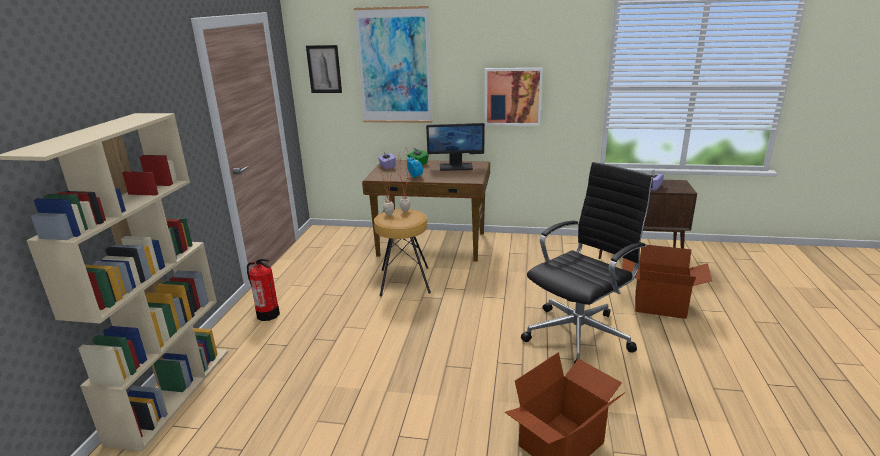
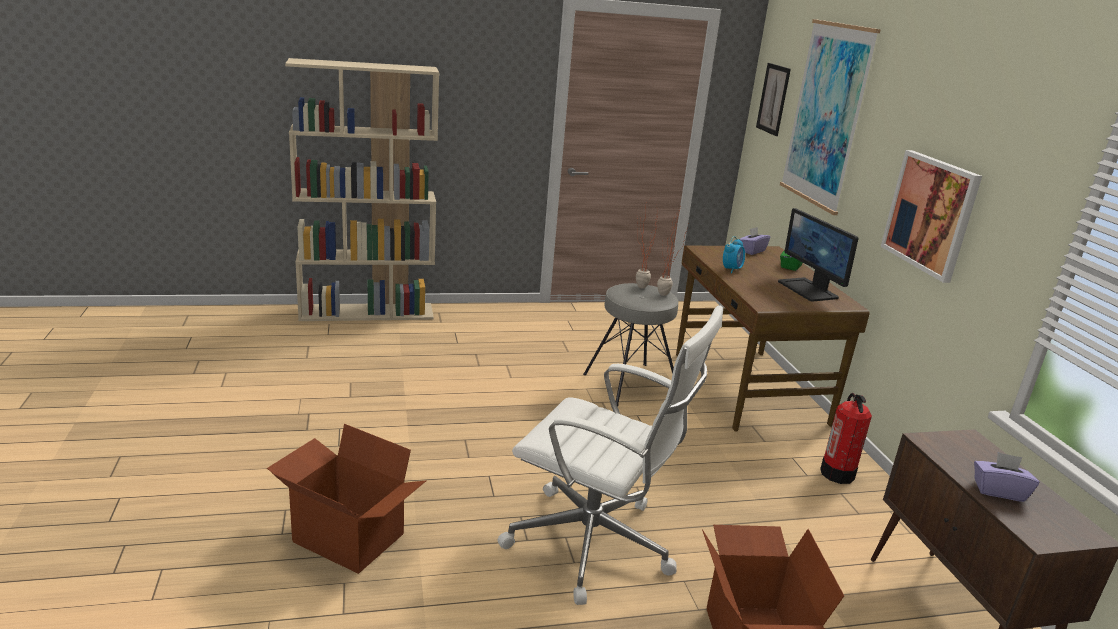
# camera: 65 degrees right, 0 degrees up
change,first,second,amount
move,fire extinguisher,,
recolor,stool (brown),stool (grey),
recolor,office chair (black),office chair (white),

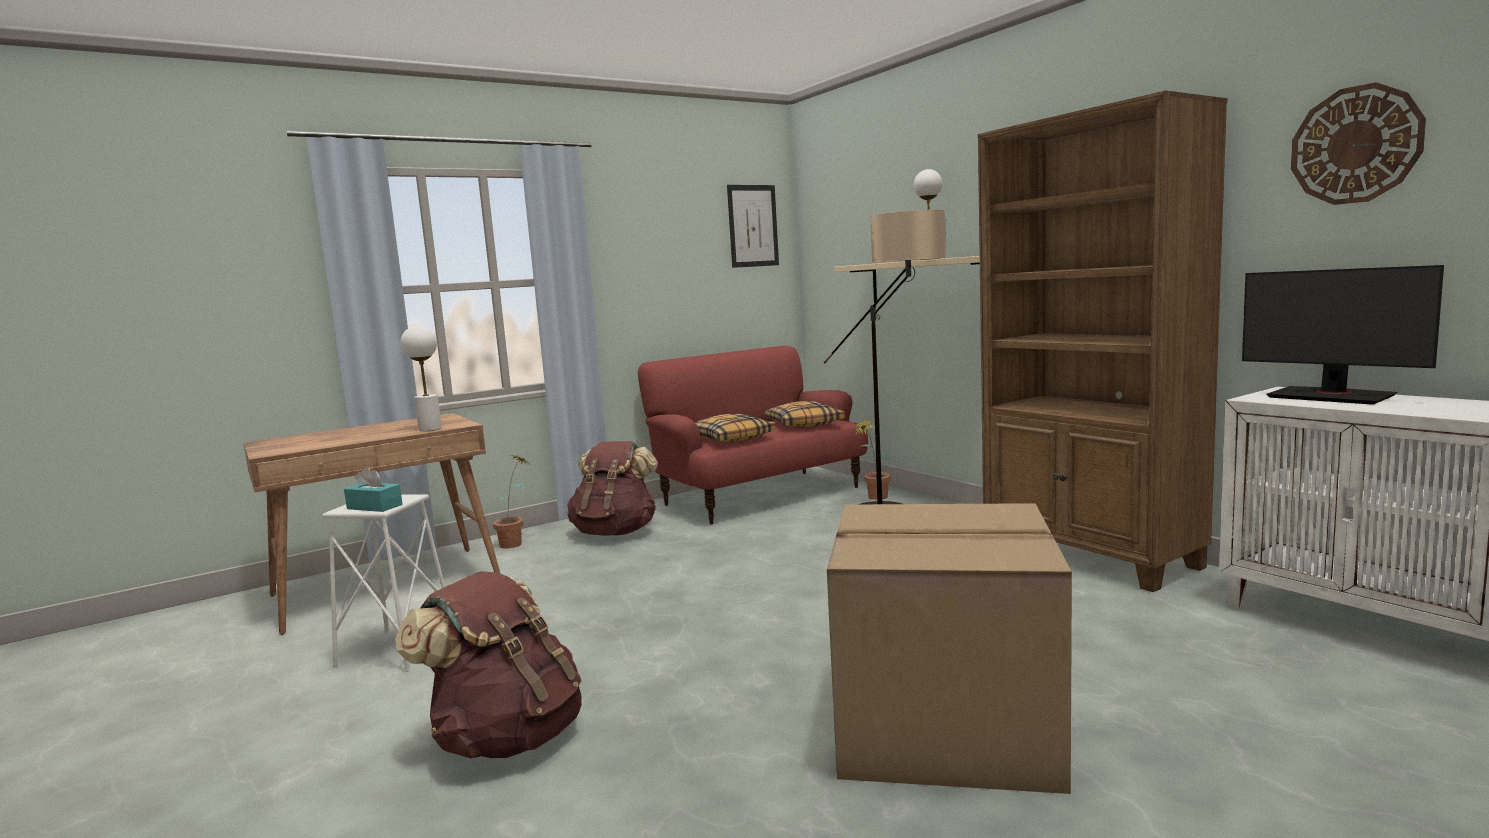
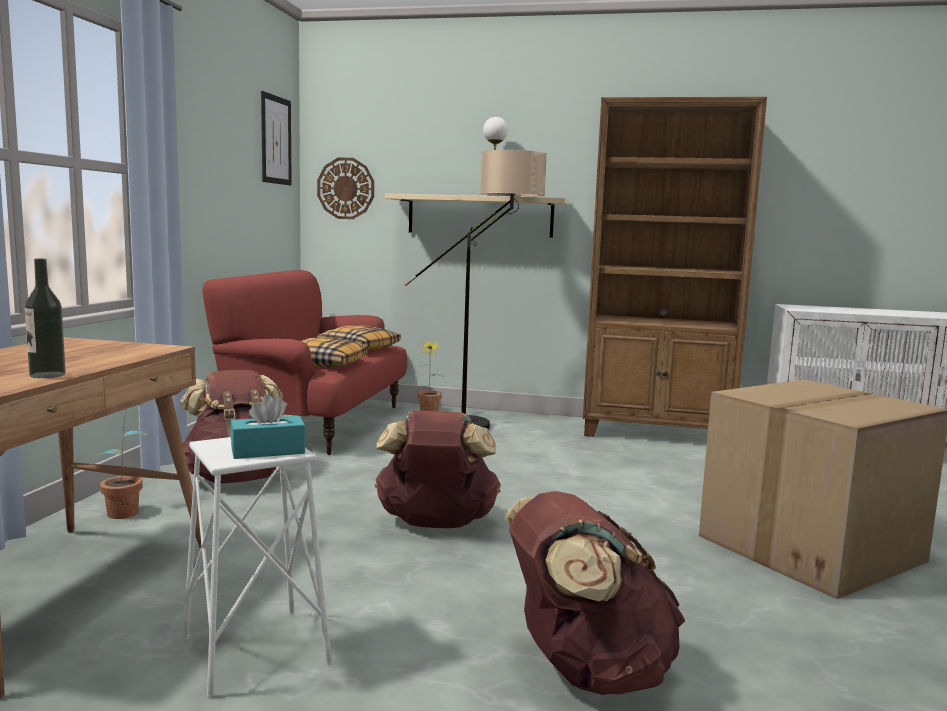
# camera: 45 degrees left, 0 degrees up
change,first,second,amount
delete,table lamp (white) (1st from left),,
delete,monitor,,
insert,,bottle,
insert,,backpack (brown) (2nd from left),
move,wall clock,,

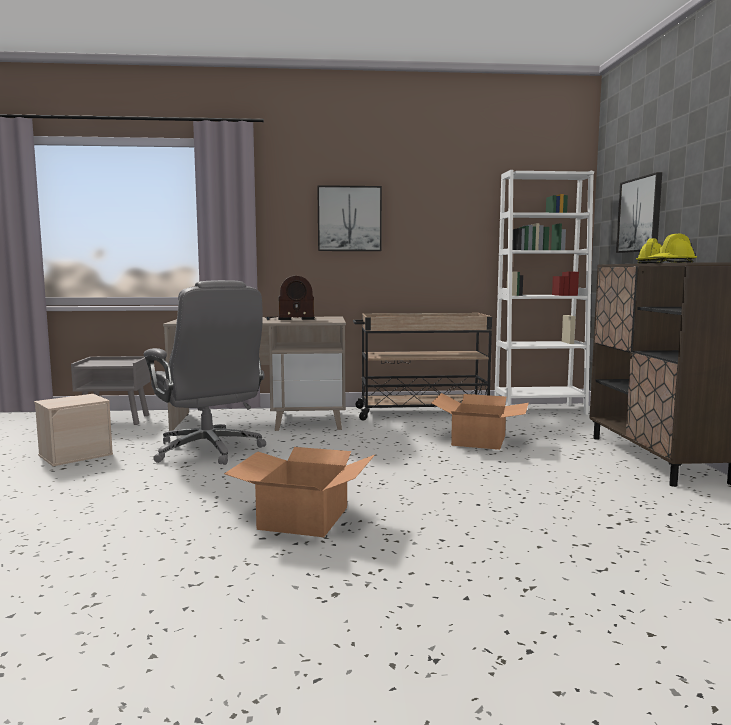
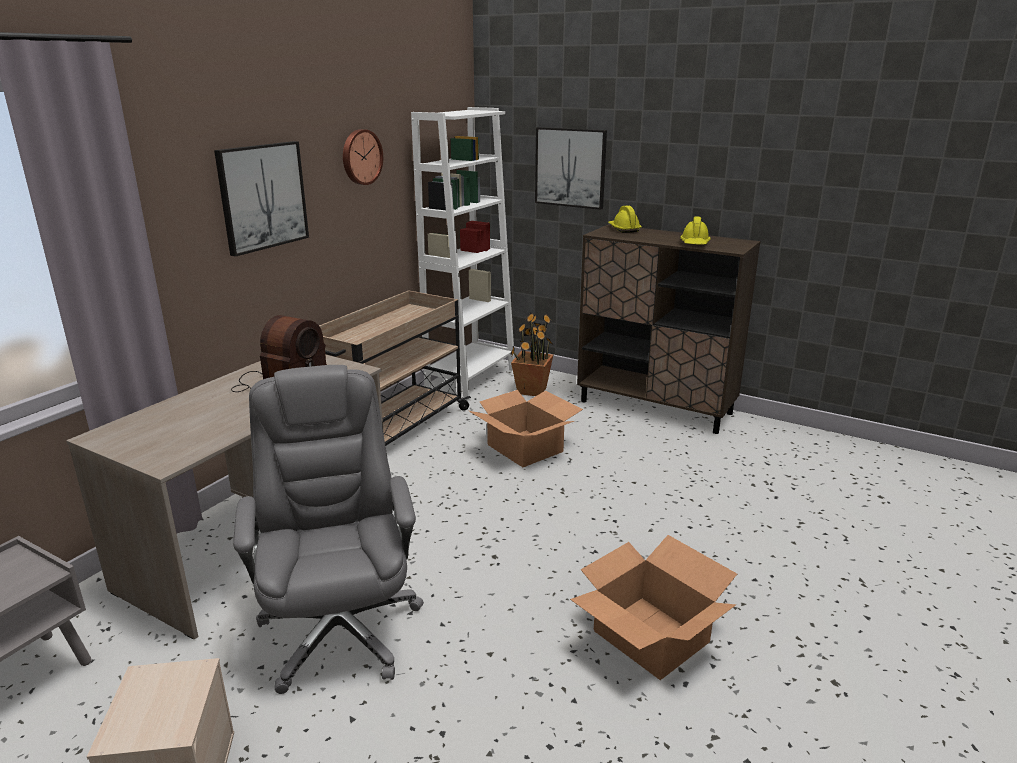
# camera: 55 degrees left, 15 degrees up
change,first,second,amount
insert,,wall clock,
insert,,potted plant,
rotate,office chair (grey),,105 degrees counterclockwise

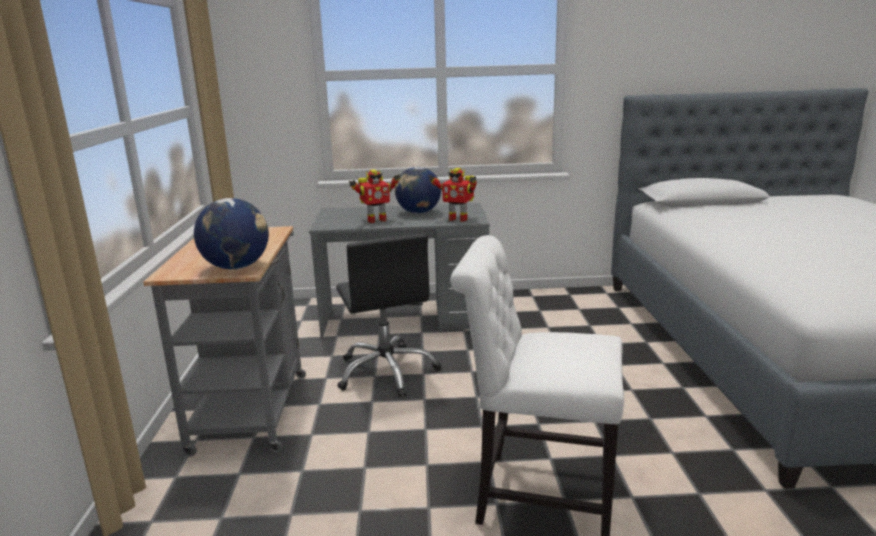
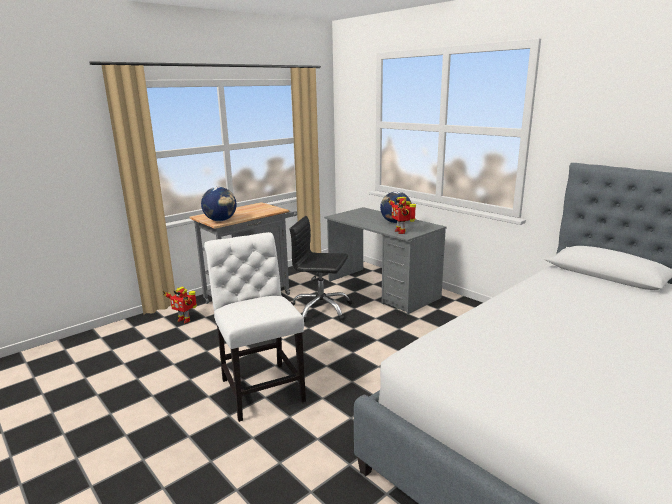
# camera: 50 degrees right, 0 degrees up
change,first,second,amount
move,toy robot (1st from left),,
rotate,office chair (black),,75 degrees clockwise

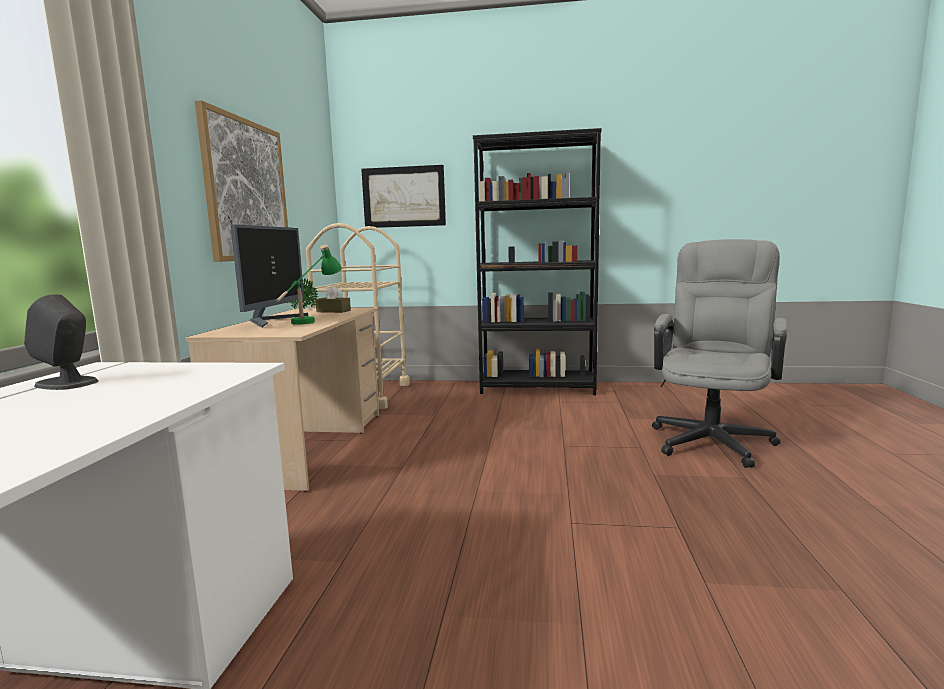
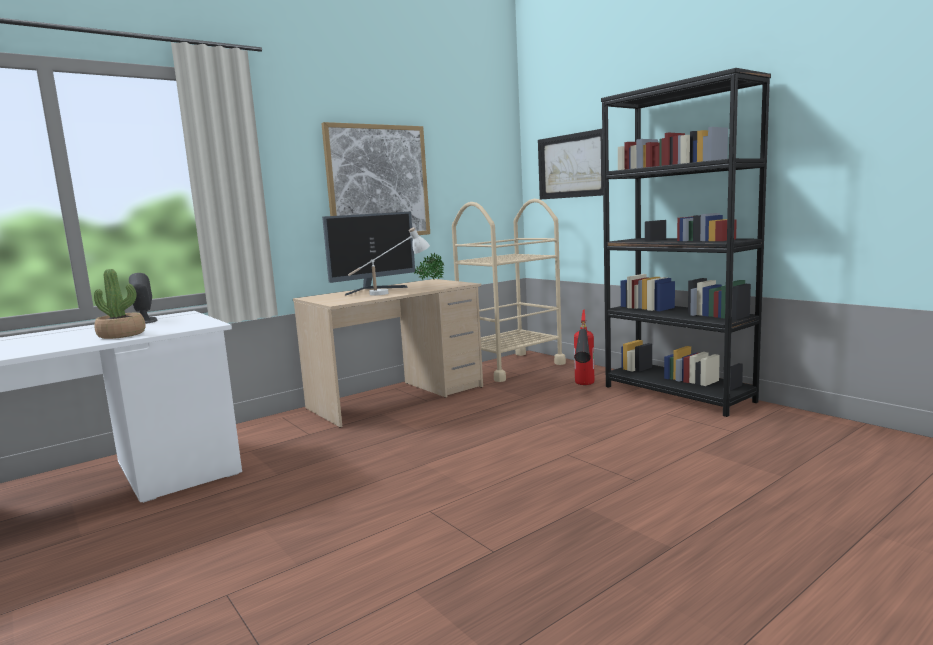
# camera: 45 degrees right, 0 degrees up
change,first,second,amount
delete,tissue box (brown),,
delete,office chair (grey),,
insert,,potted plant (1st from left),
insert,,fire extinguisher,
recolor,table lamp (green),table lamp (white),

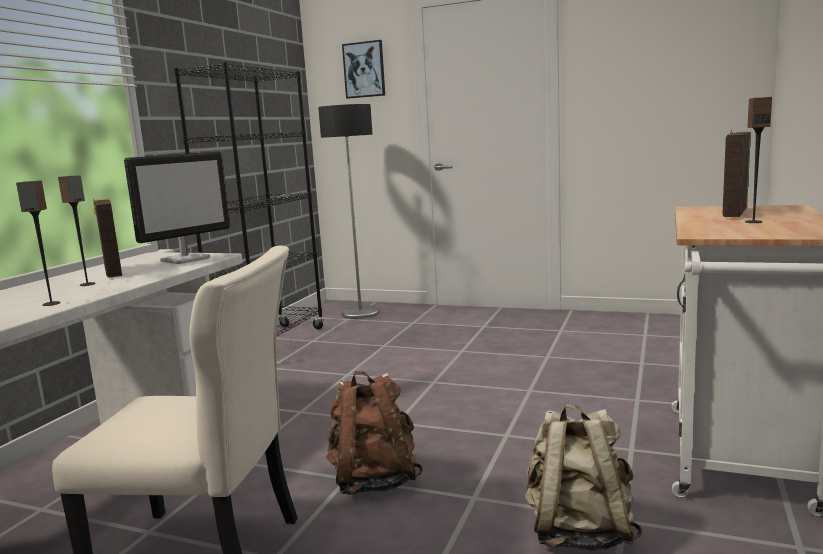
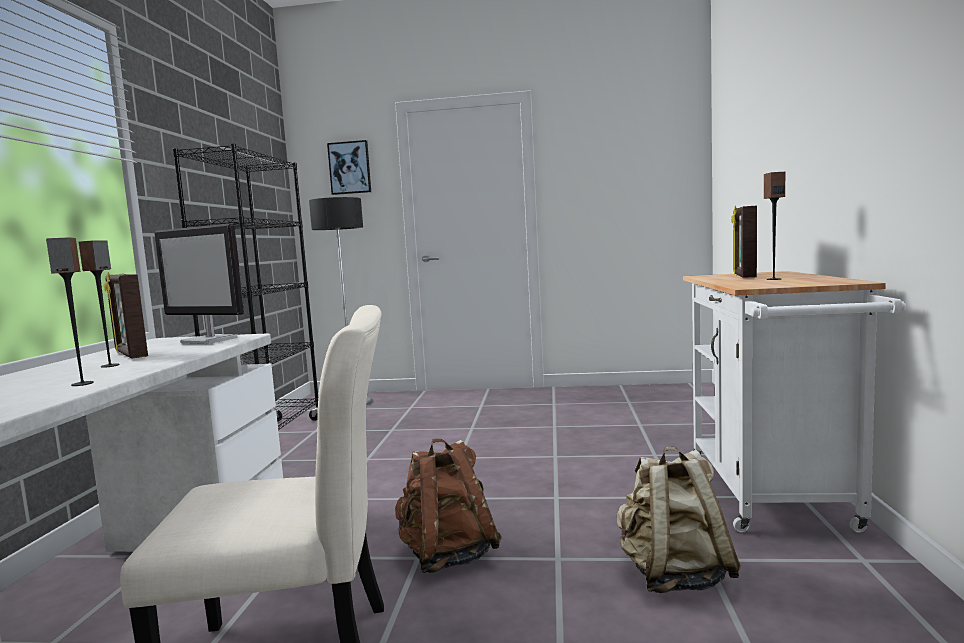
# camera: 15 degrees left, 5 degrees down
change,first,second,amount
rotate,monitor,,90 degrees clockwise

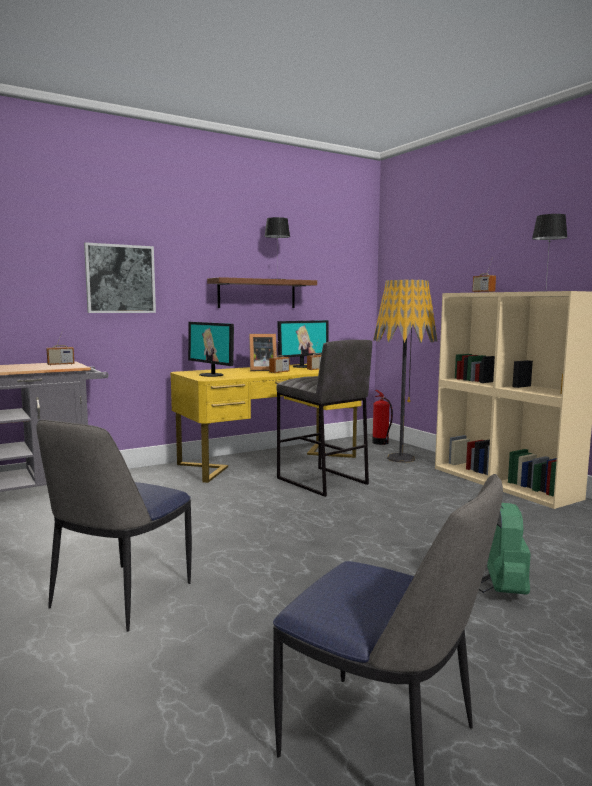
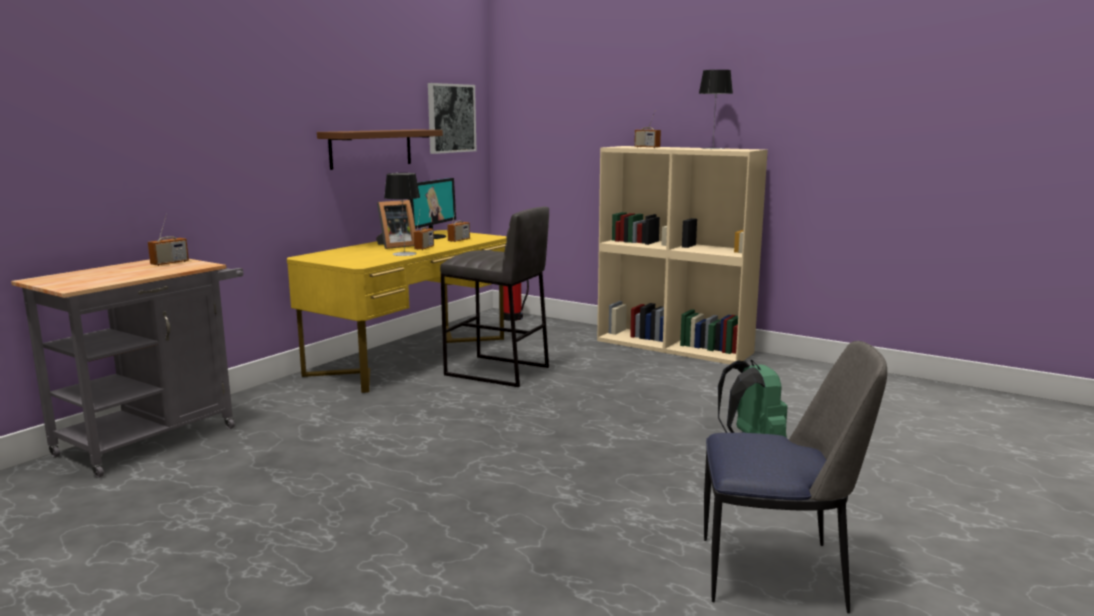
# camera: 25 degrees left, 5 degrees up
change,first,second,amount
delete,chair (1st from left),,
delete,monitor (1st from left),,
delete,floor lamp,,
move,picture,,
move,table lamp (1st from left),,

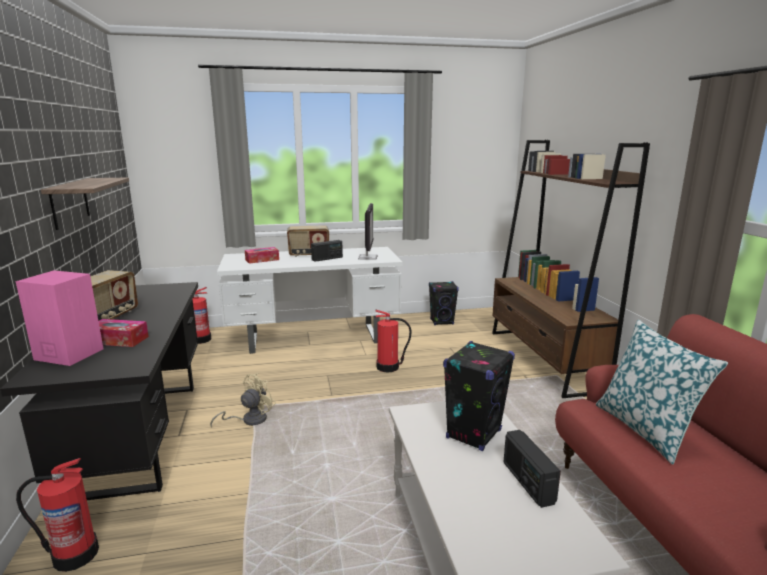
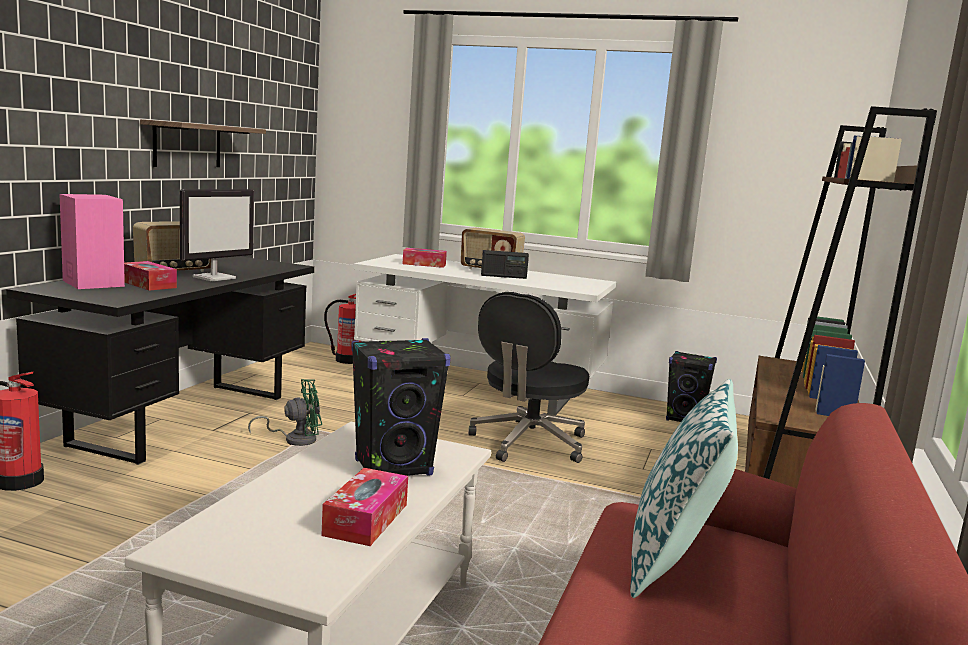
# camera: 30 degrees right, 5 degrees down
change,first,second,amount
move,monitor,,
replace,fire extinguisher (3rd from left),office chair (black),
replace,radio (4th from left),tissue box (2nd from left),
recolor,fan (beige),fan (green),

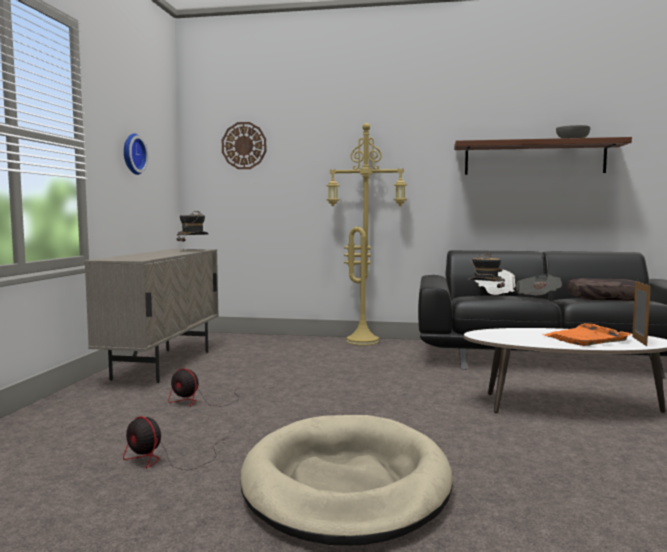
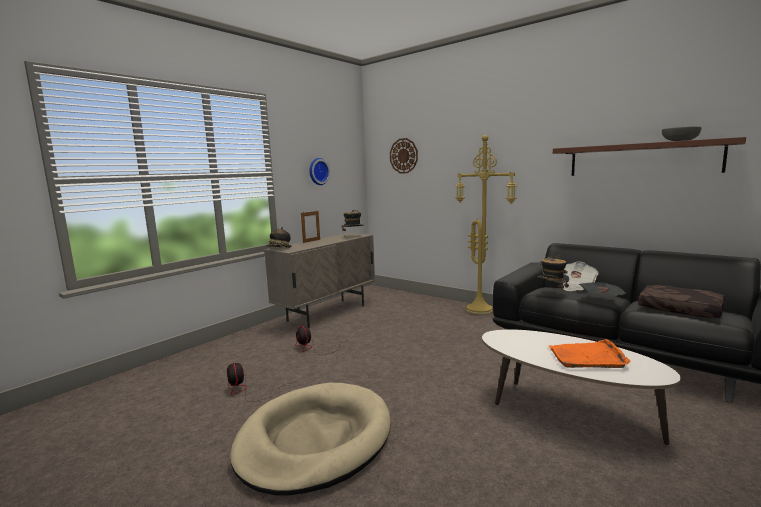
# camera: 30 degrees right, 5 degrees up
change,first,second,amount
insert,,hat (1st from left),
move,picture frame,,

